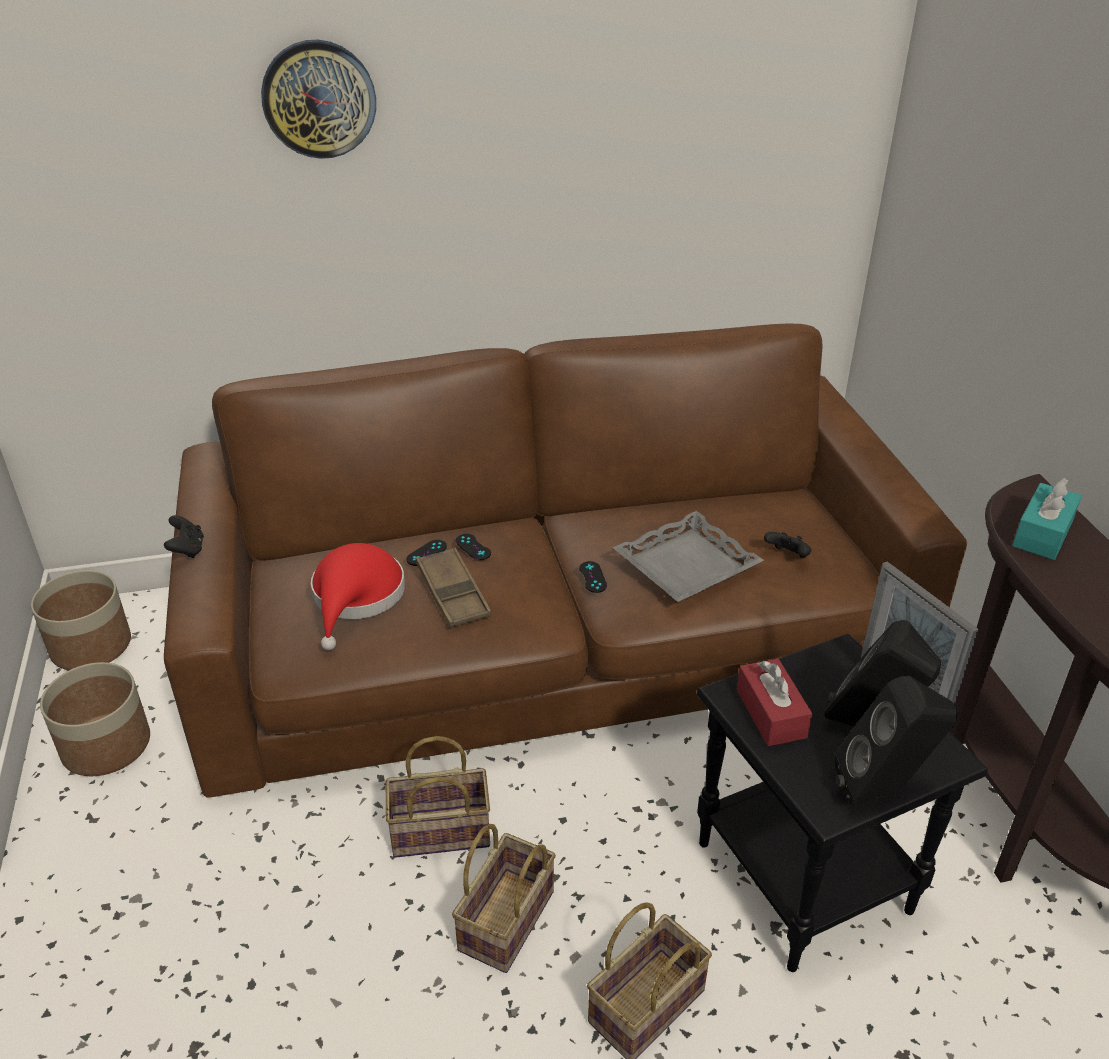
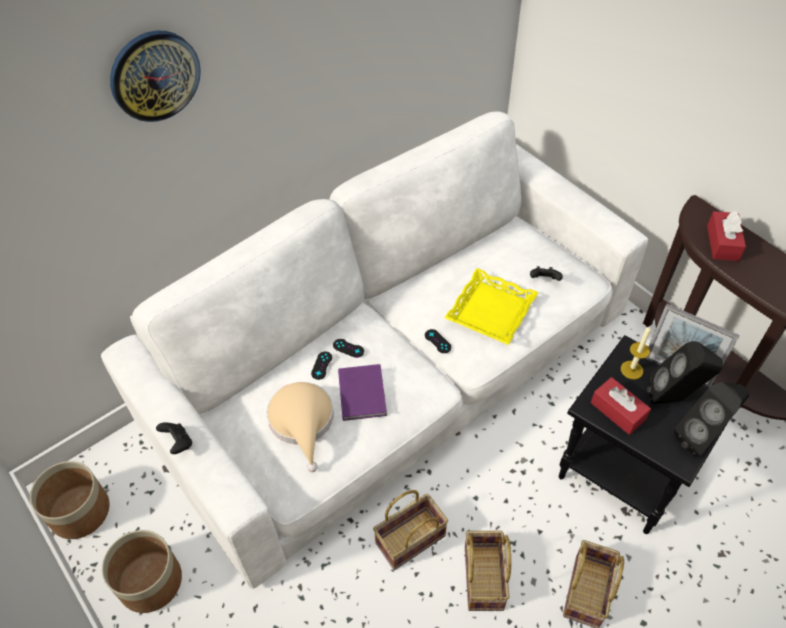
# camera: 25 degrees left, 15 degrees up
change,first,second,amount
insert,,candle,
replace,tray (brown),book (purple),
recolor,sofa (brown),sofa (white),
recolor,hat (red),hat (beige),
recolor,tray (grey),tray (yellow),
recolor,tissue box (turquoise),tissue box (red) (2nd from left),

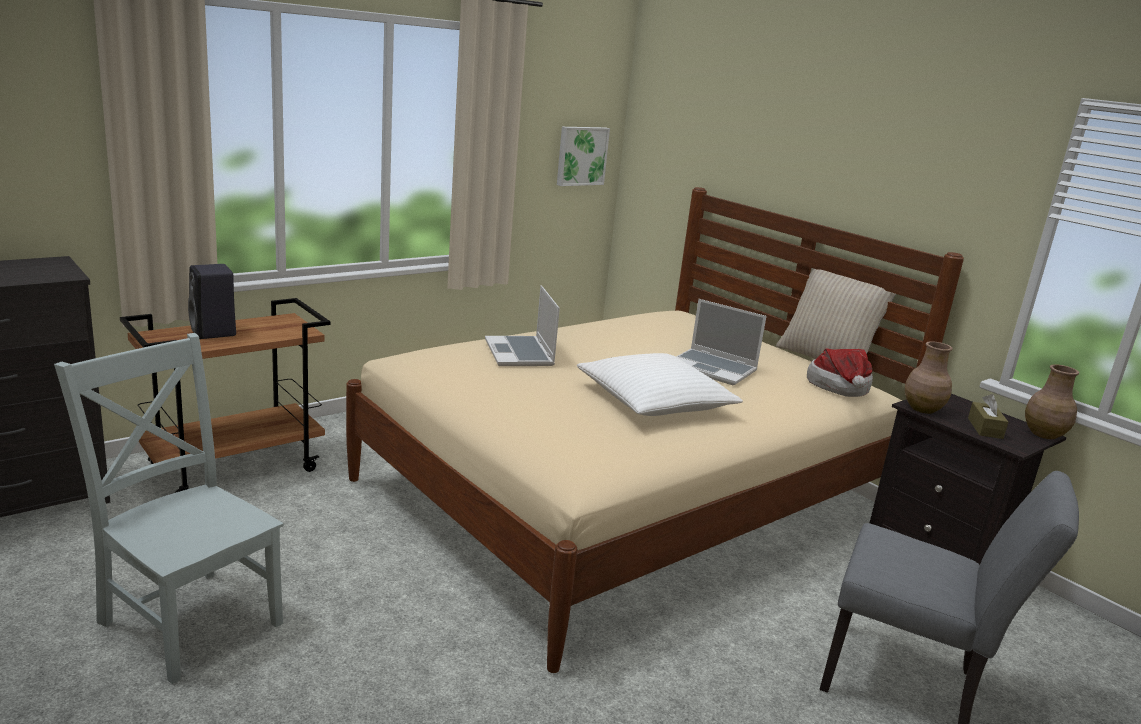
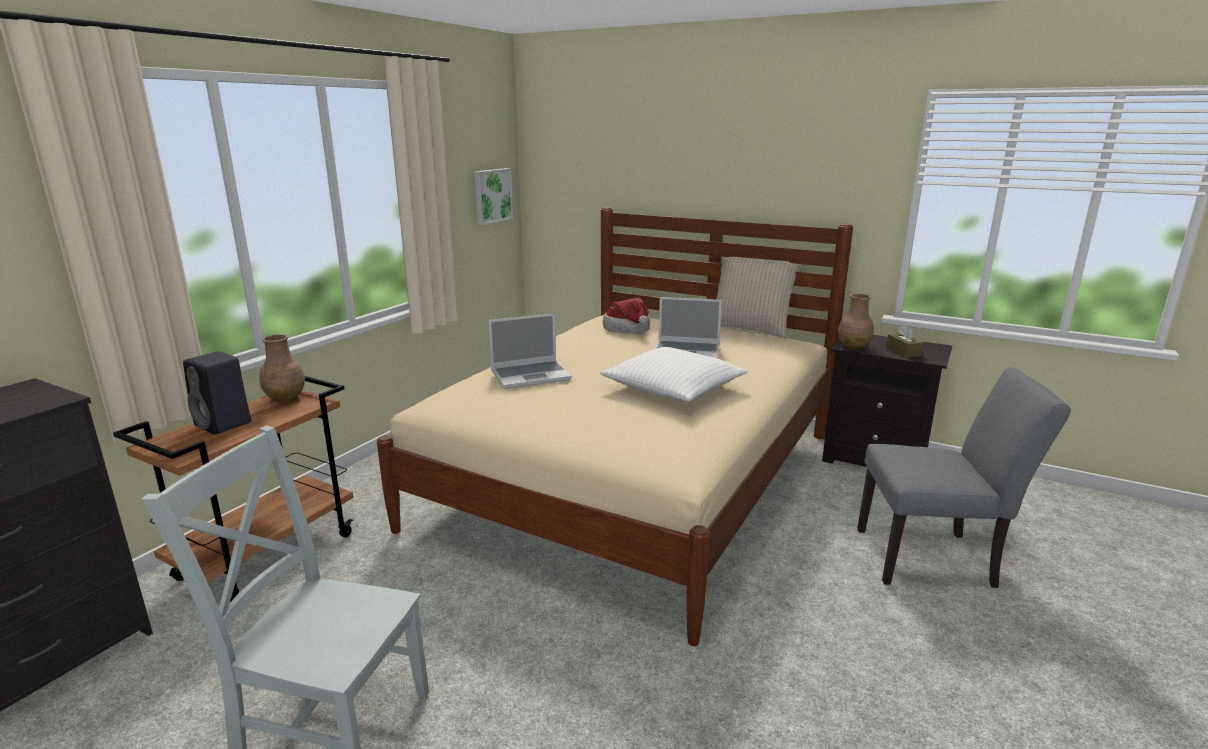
# camera: 20 degrees left, 0 degrees up
change,first,second,amount
move,hat,,
move,vase (brown) (2nd from left in the first image),vase (brown) (1st from left),
rotate,laptop (1st from left),,75 degrees counterclockwise

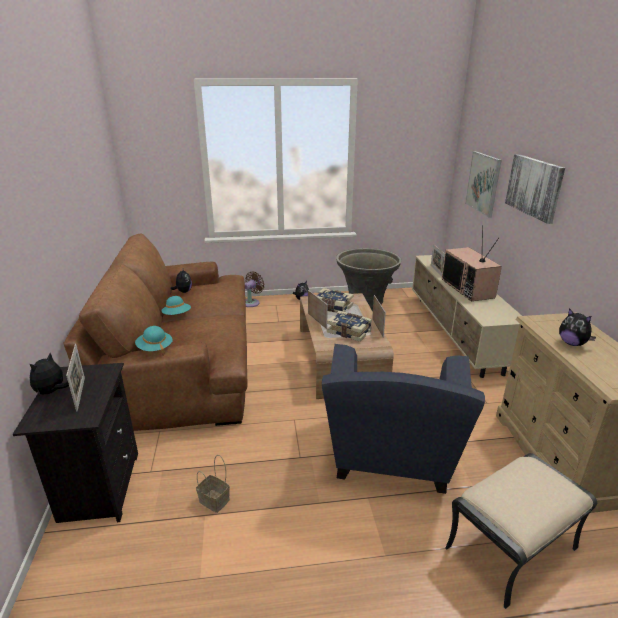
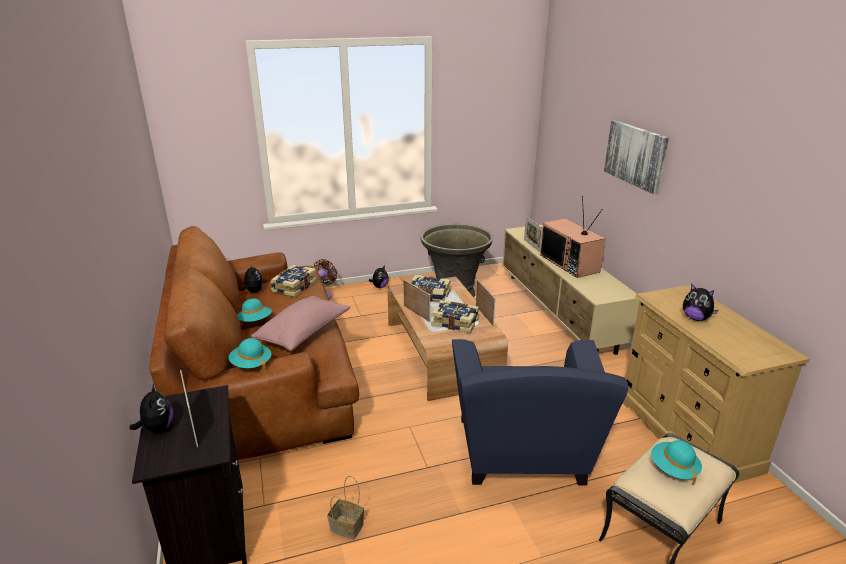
# camera: 10 degrees left, 0 degrees up
change,first,second,amount
delete,picture (1st from left),,
insert,,pillow (pink),
insert,,book (1st from left),
insert,,hat (turquoise) (3rd from left),
rotate,plush toy (1st from left),,150 degrees clockwise

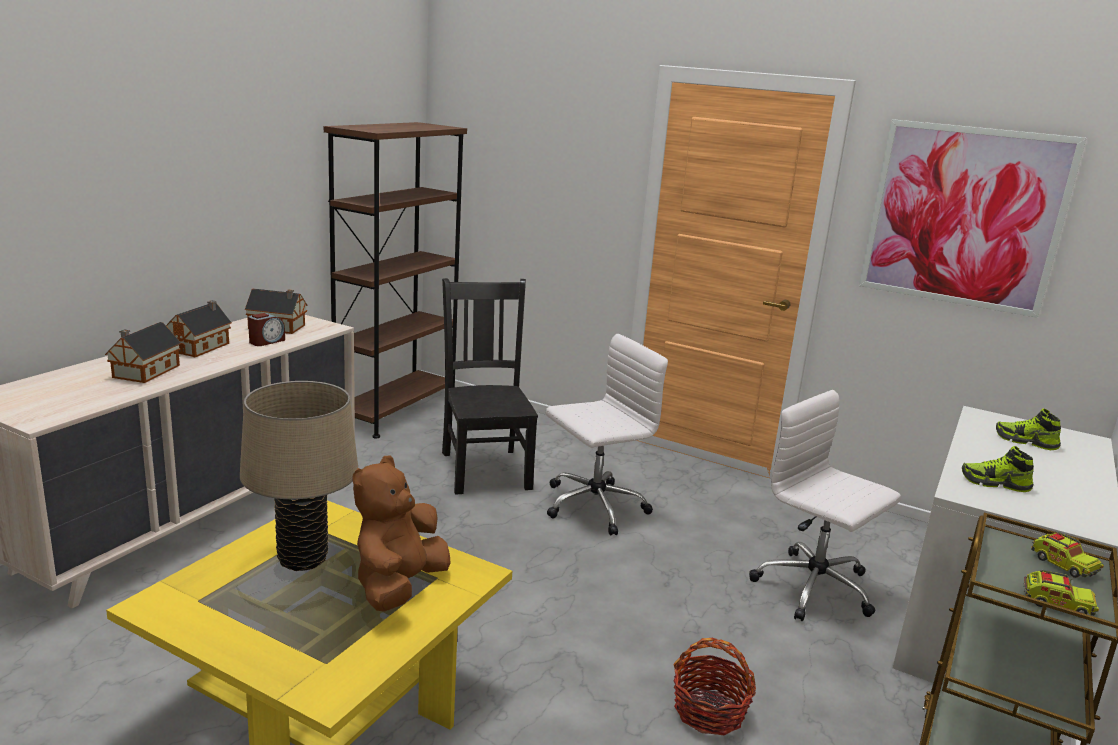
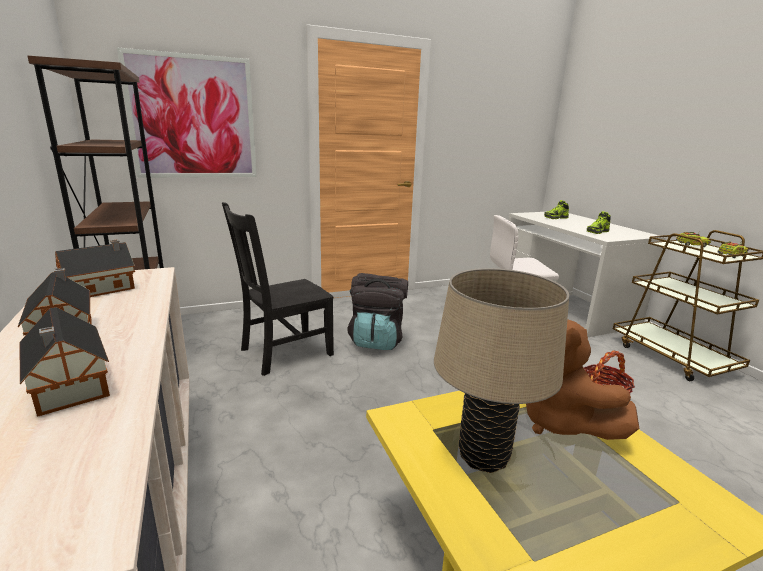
# camera: 50 degrees left, 0 degrees up
change,first,second,amount
delete,alarm clock,,
move,picture,,
replace,office chair (white) (1st from left),backpack (black),
rotate,chair (black),,60 degrees counterclockwise

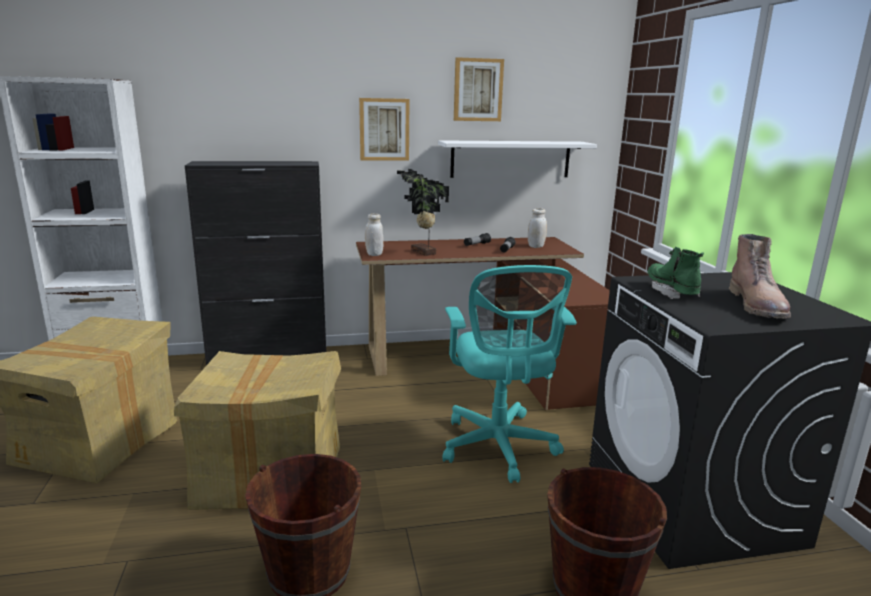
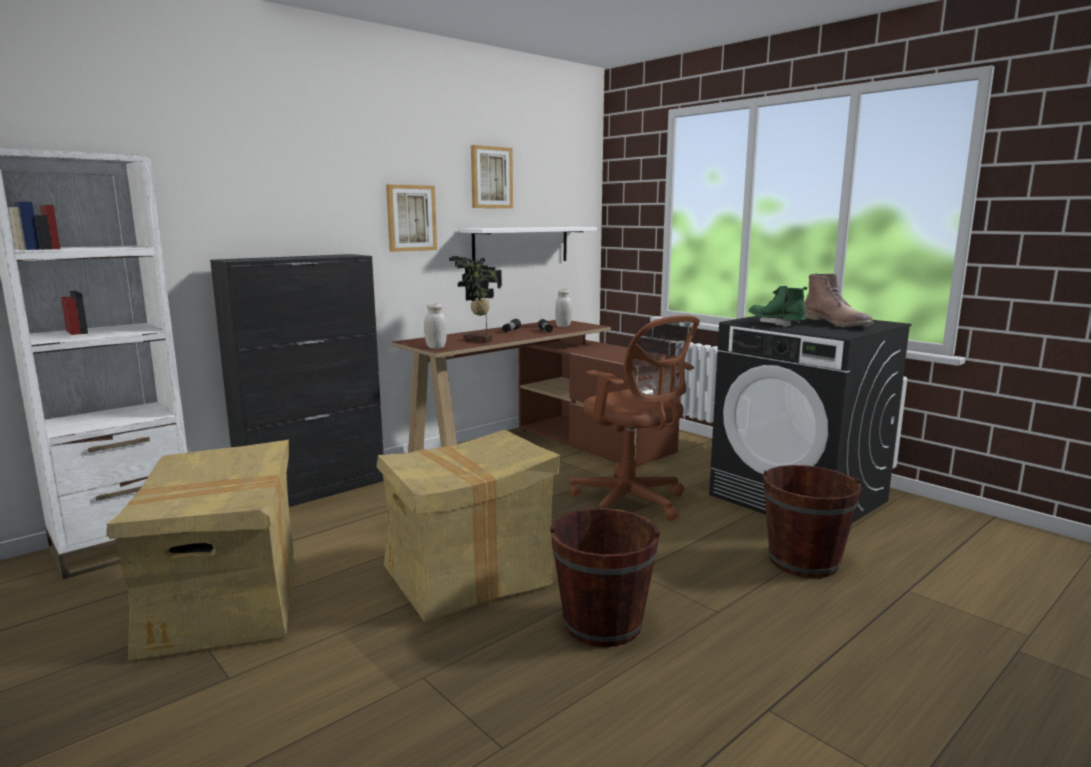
# camera: 30 degrees left, 5 degrees down
change,first,second,amount
recolor,office chair (turquoise),office chair (brown),

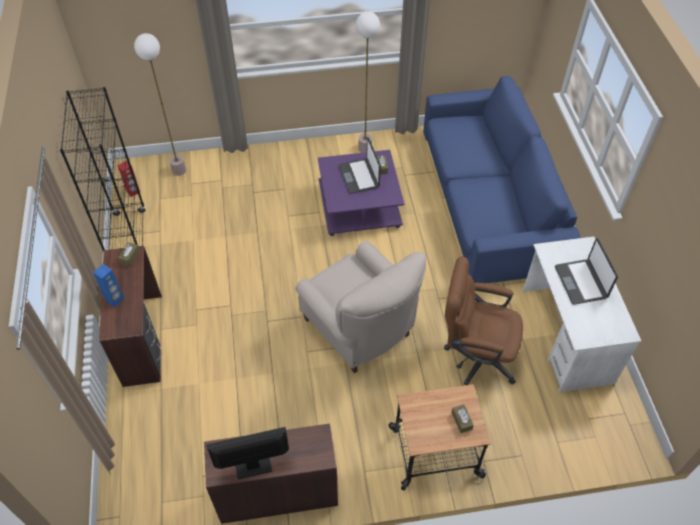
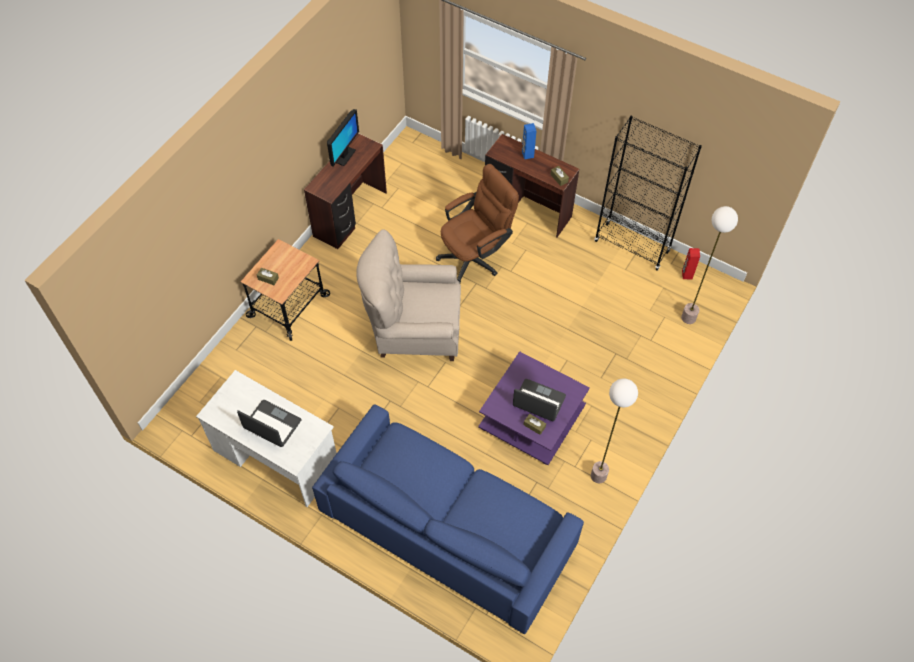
# camera: 130 degrees right, 5 degrees up
change,first,second,amount
move,office chair (brown),,

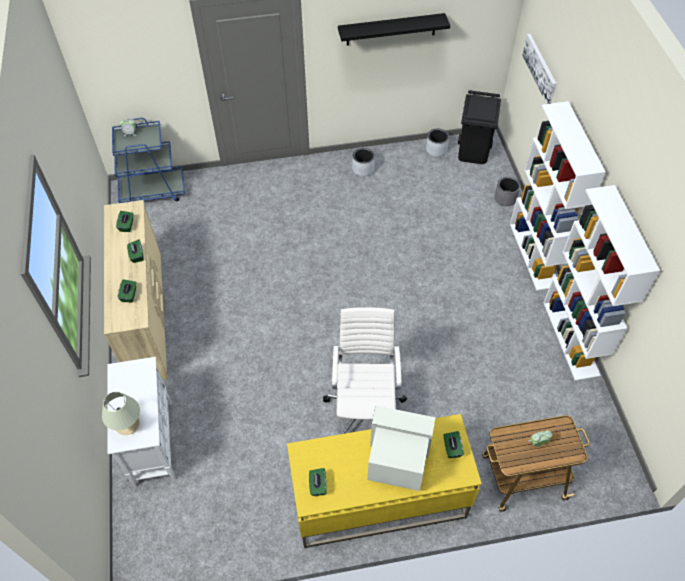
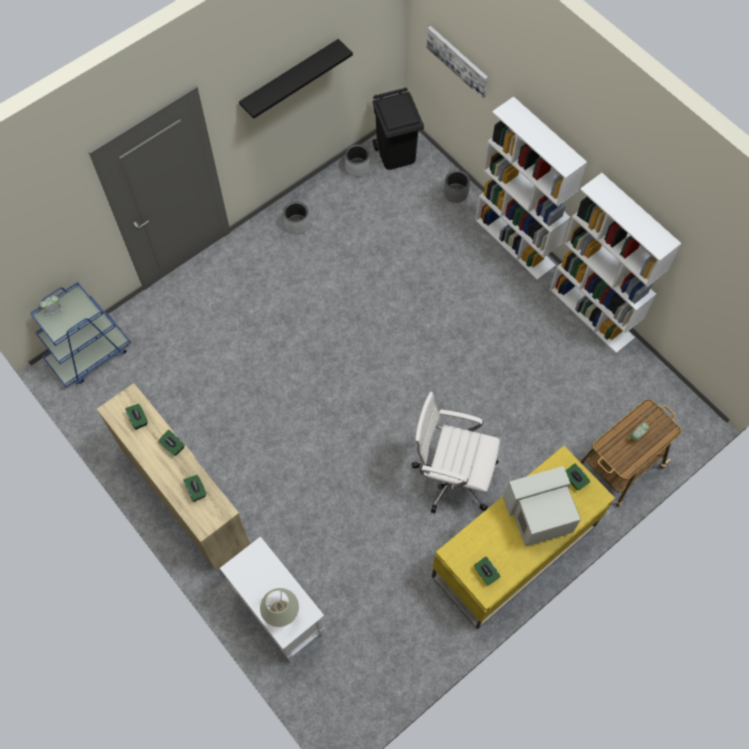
# camera: 30 degrees left, 10 degrees up
change,first,second,amount
rotate,office chair (white),,45 degrees counterclockwise

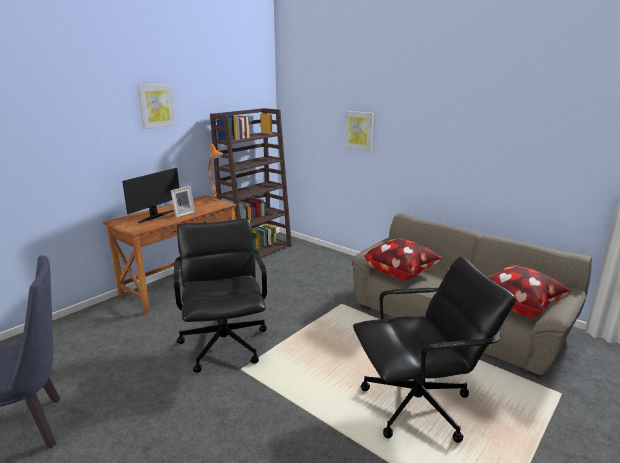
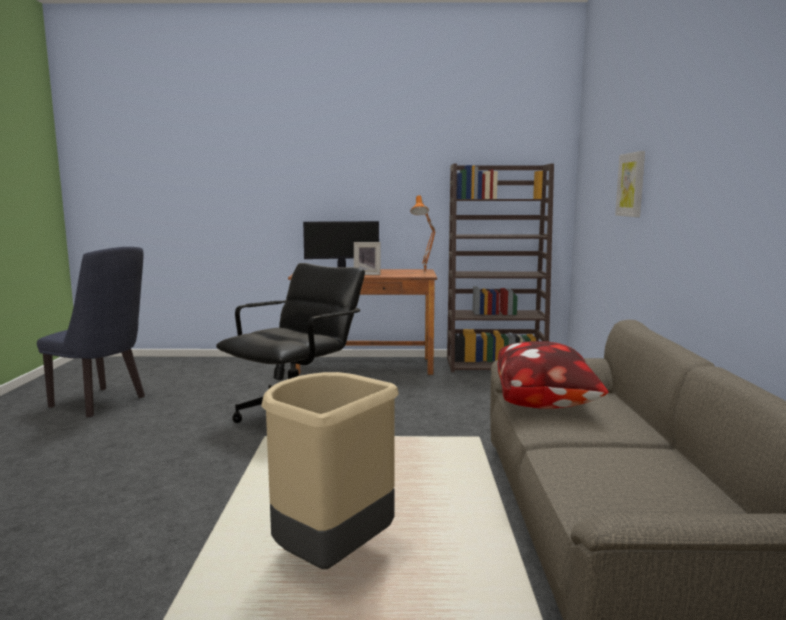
# camera: 50 degrees right, 10 degrees down
change,first,second,amount
delete,picture (1st from left),,
delete,pillow (2nd from left),,
replace,office chair (black) (2nd from left),trash can (beige),

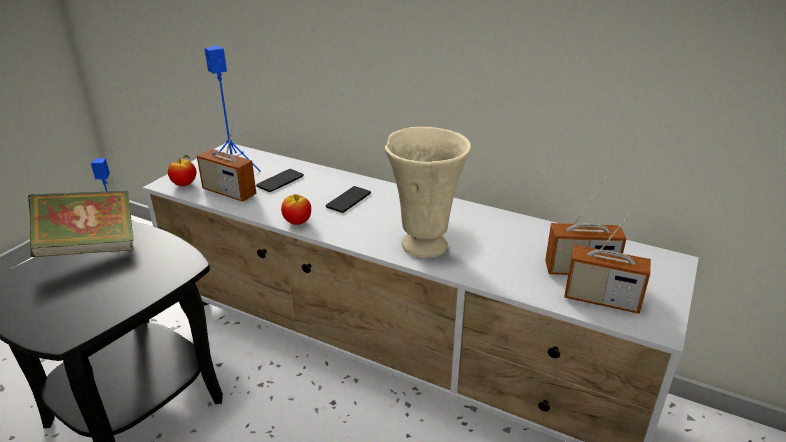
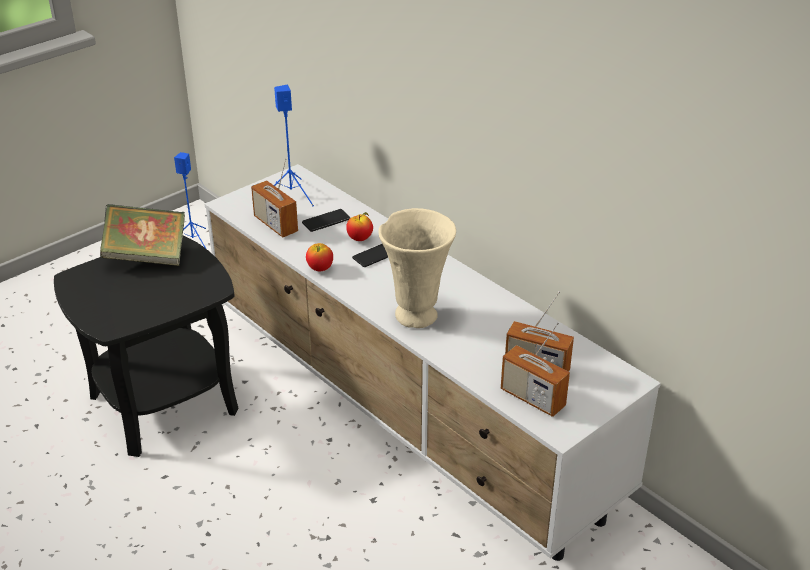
# camera: 20 degrees right, 5 degrees up
change,first,second,amount
move,apple (1st from left in the first image),apple (2nd from left),

